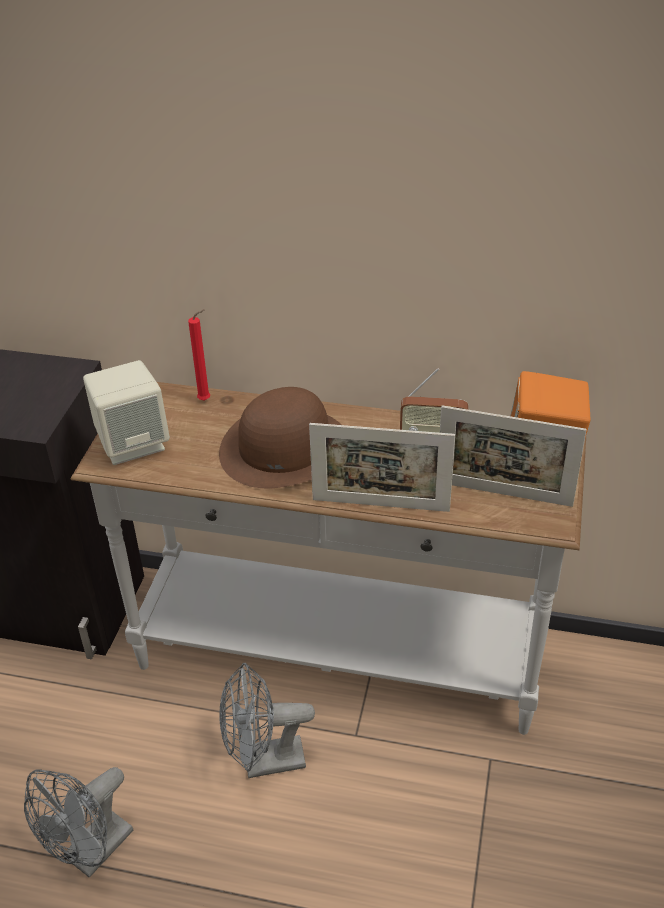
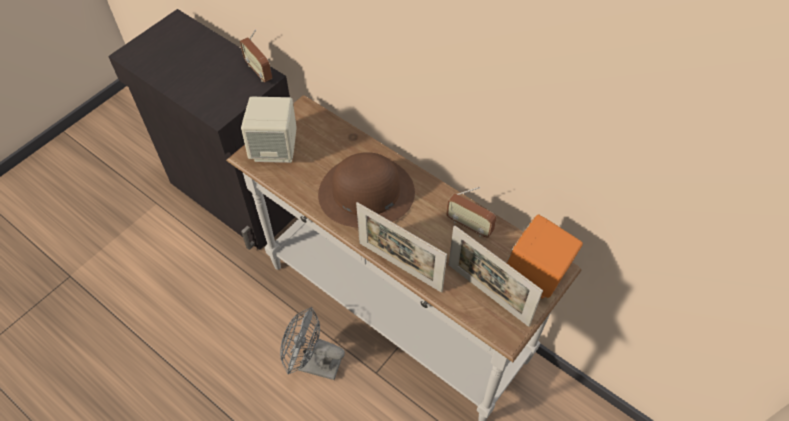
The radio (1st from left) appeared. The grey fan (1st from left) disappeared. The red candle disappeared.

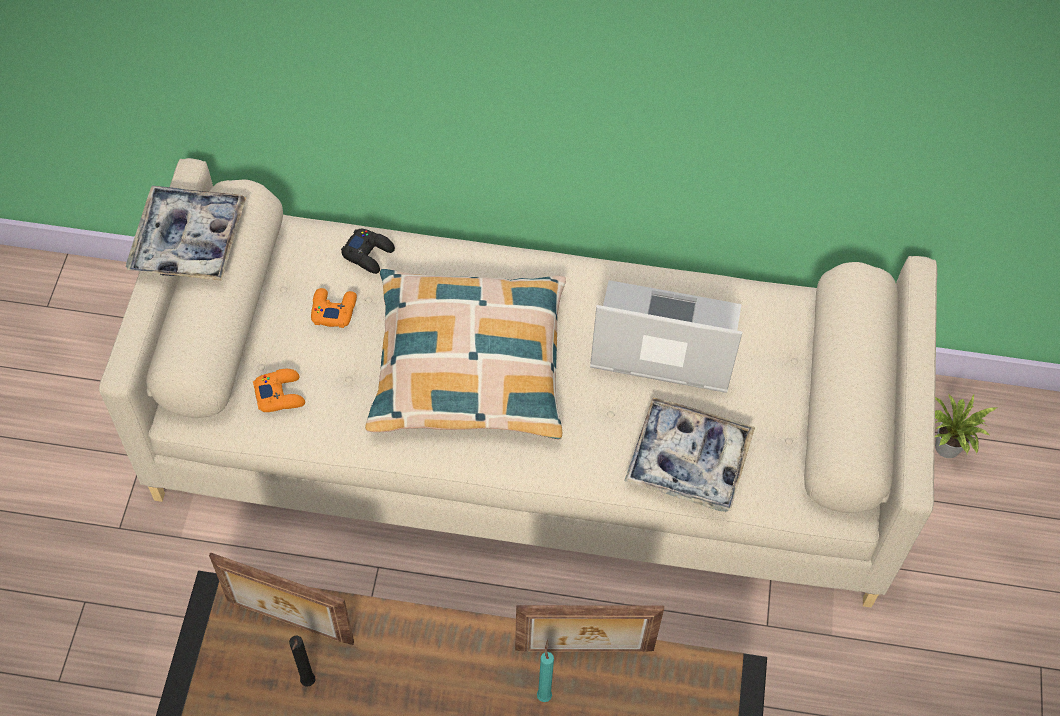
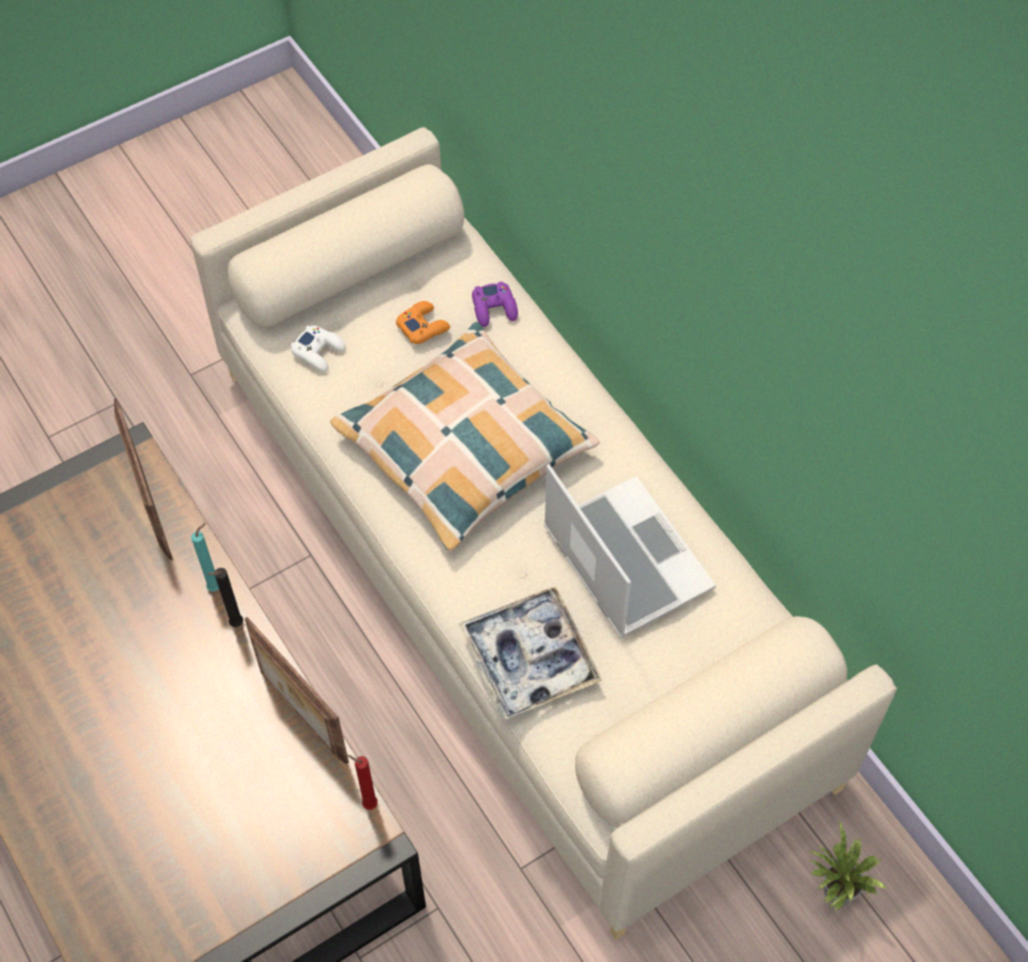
The turquoise candle moved. The black candle moved. The orange game controller (1st from left) became the white game controller. The red candle appeared. The black game controller became the purple game controller. The tray (1st from left) disappeared.

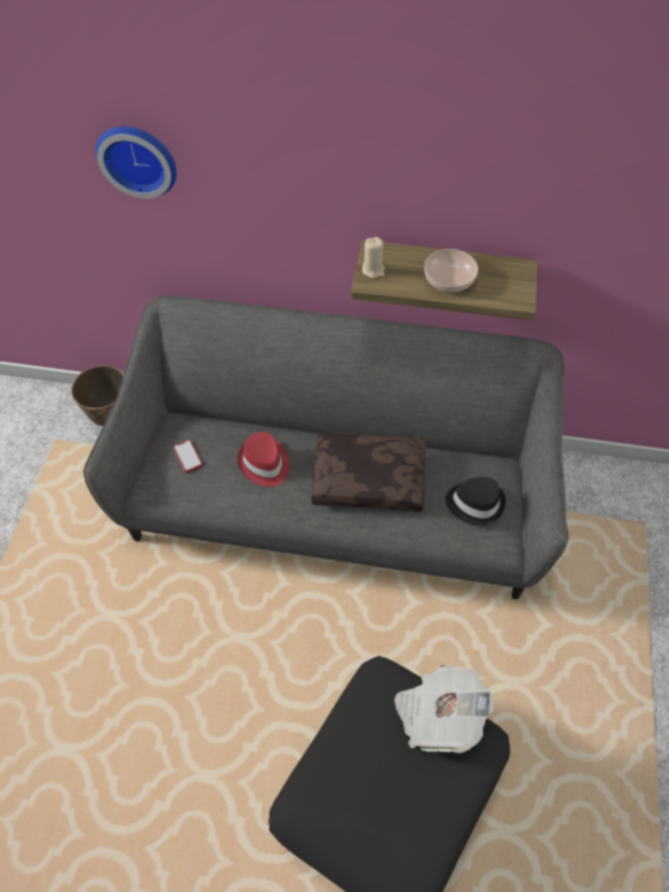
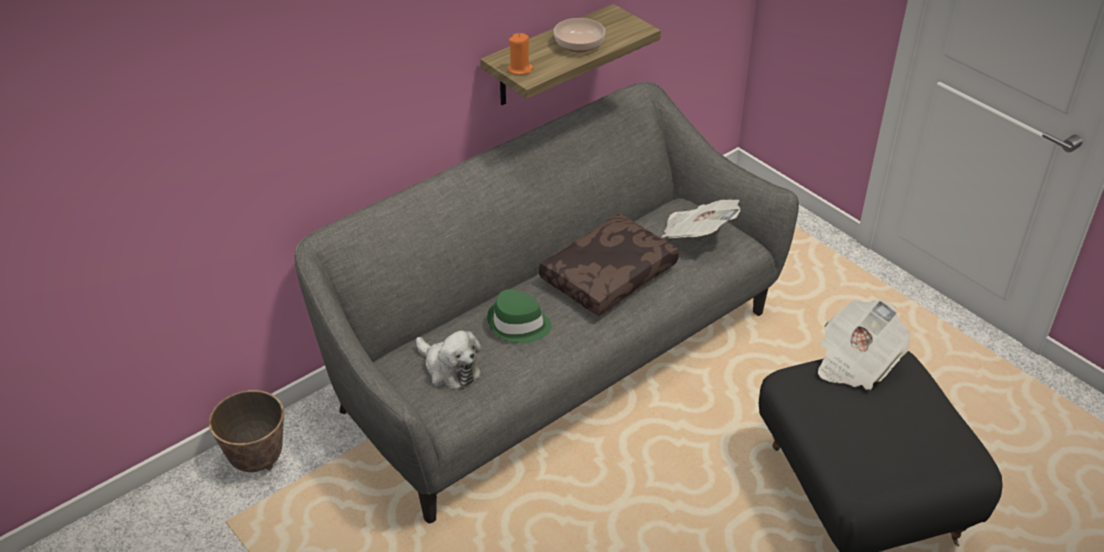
The phone was replaced by the plush toy. The red hat became the green hat. The beige candle became the orange candle. The black hat was replaced by the newspaper (1st from left). The wall clock disappeared.

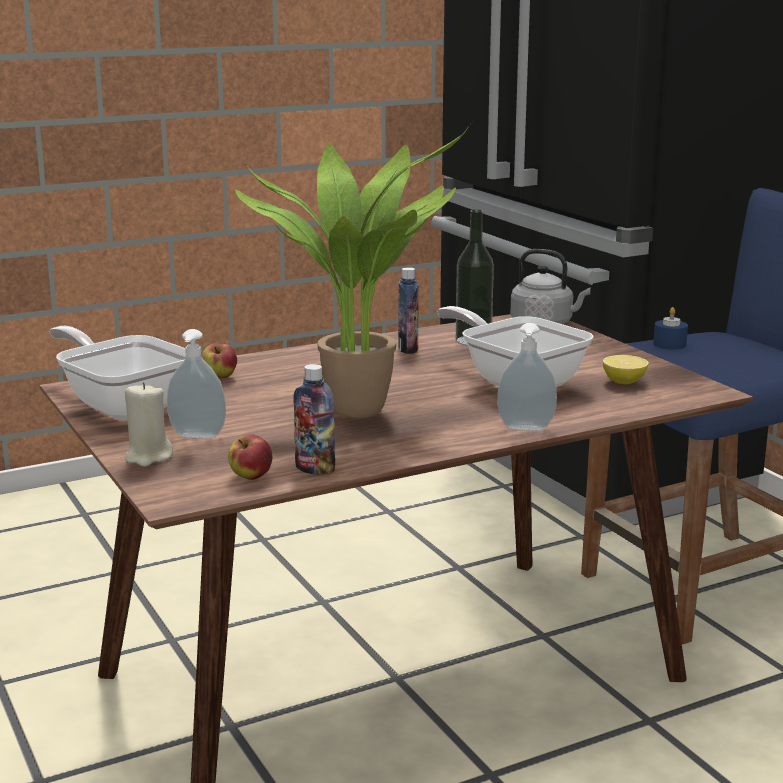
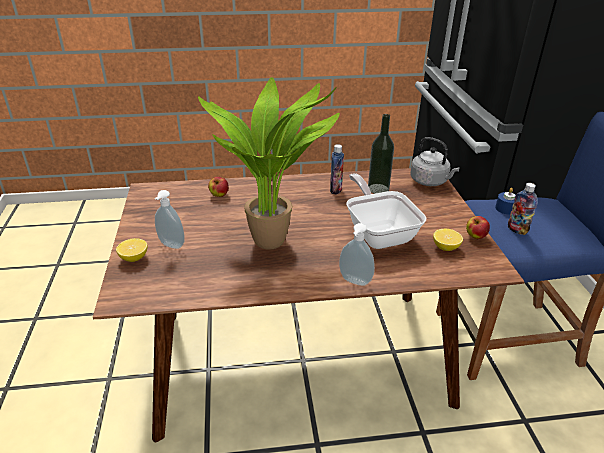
The beige candle was replaced by the lemon (1st from left). The apple (2nd from left) moved. The bottle (1st from left in the first image) moved. The frying pan (1st from left) disappeared.

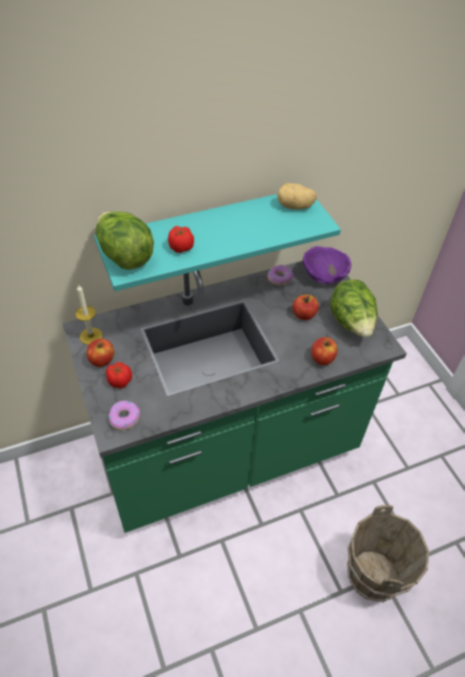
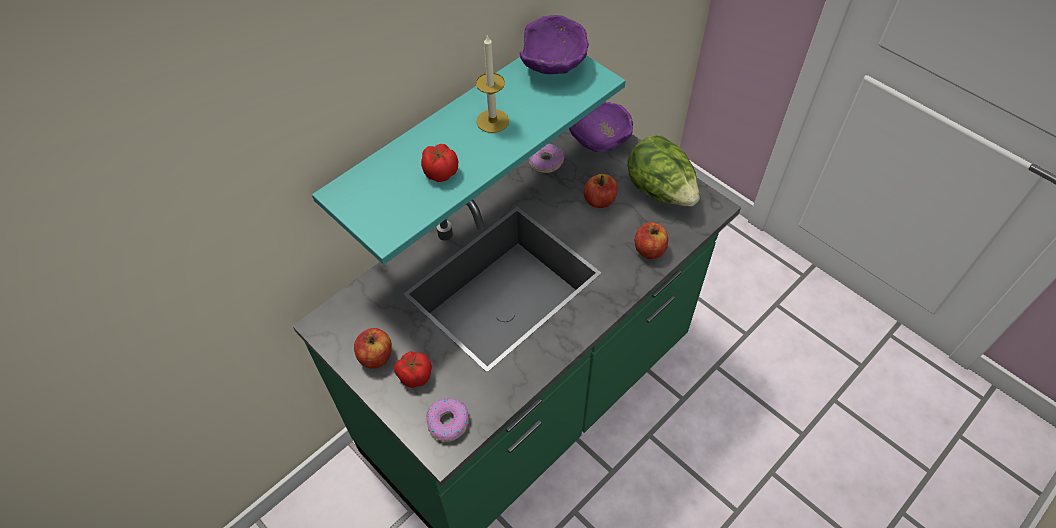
The candle moved. The potato was replaced by the purple bowl (1st from left). The lettuce (1st from left) disappeared. The brown bucket disappeared.

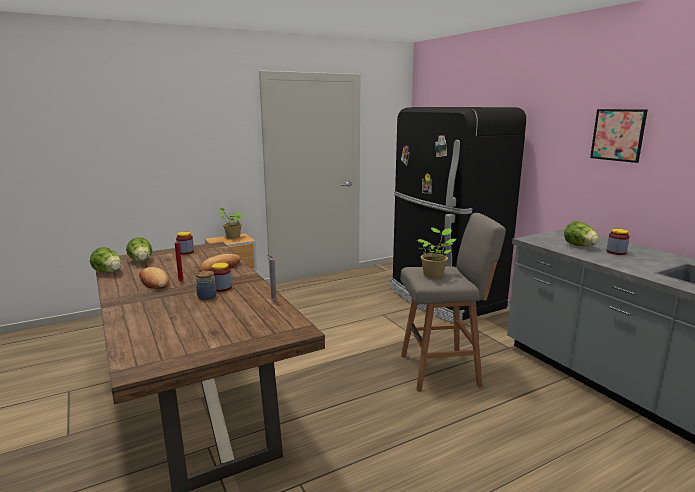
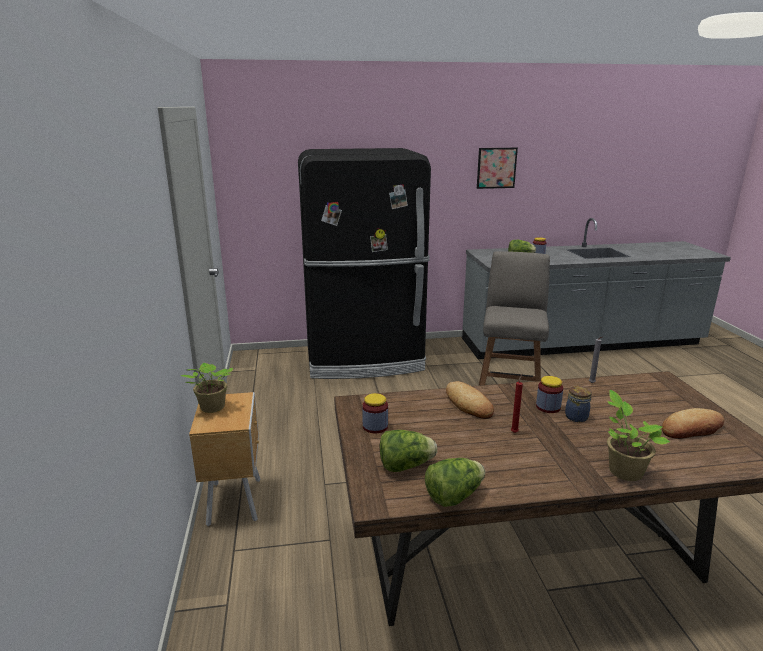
The potted plant (2nd from left) moved. The bread (1st from left in the first image) moved.

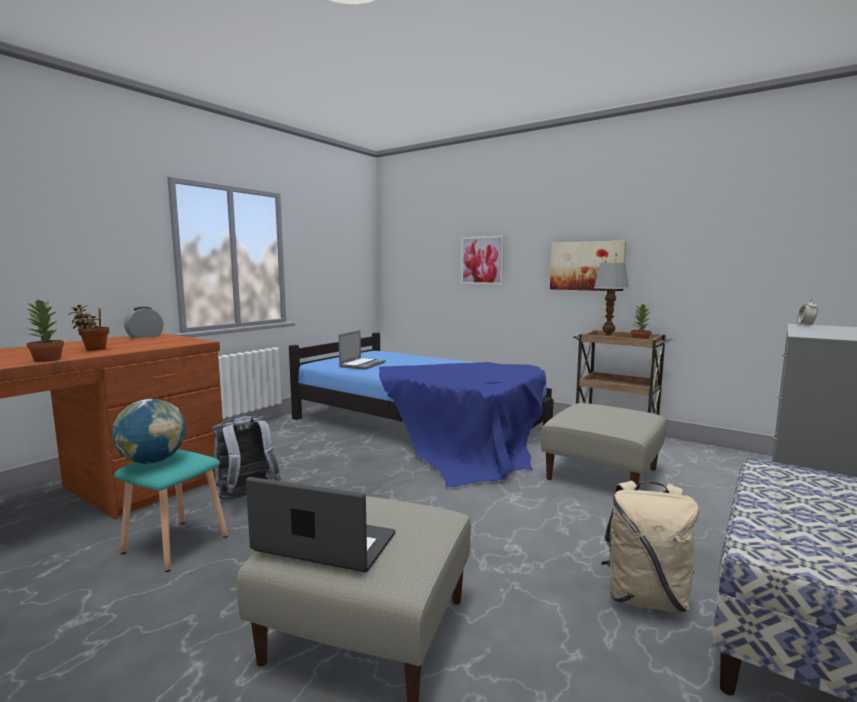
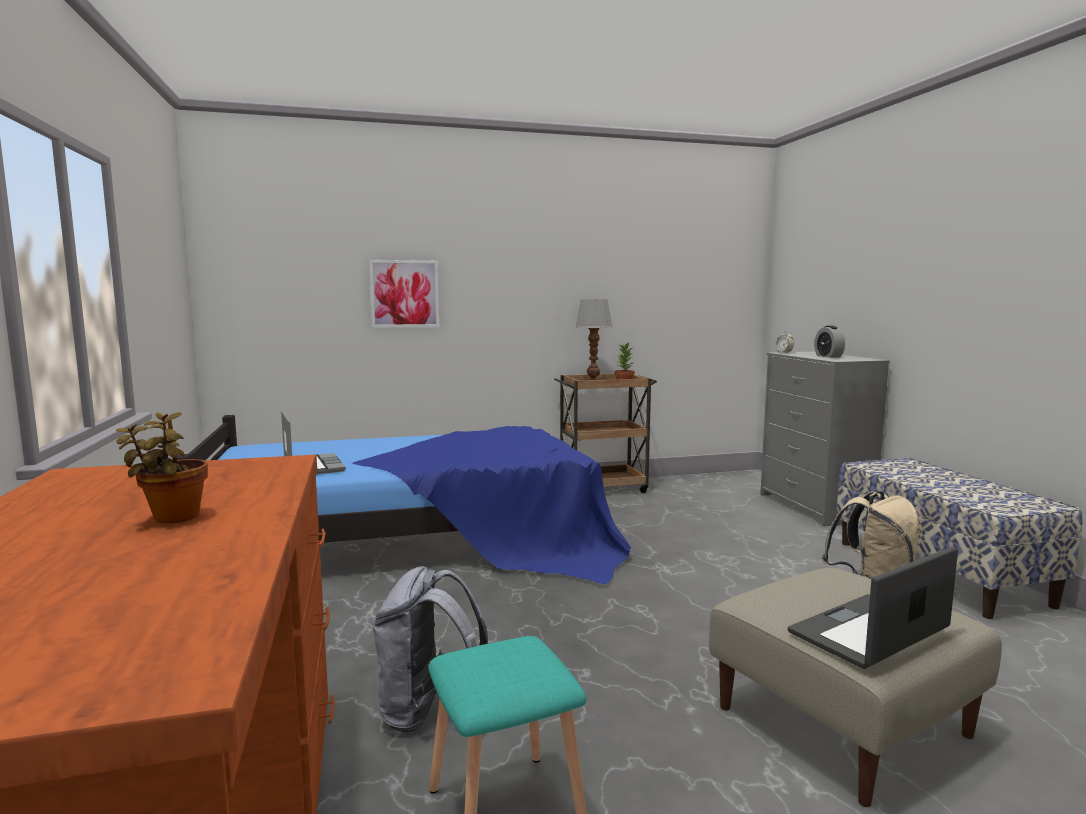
The alarm clock (1st from left in the first image) moved. The potted plant (1st from left) disappeared. The globe disappeared. The beige ottoman (2nd from left) disappeared. The picture (2nd from left) disappeared.

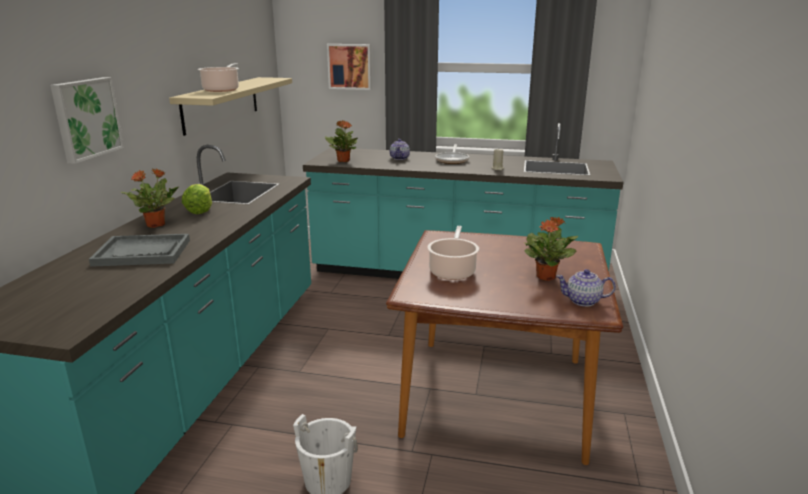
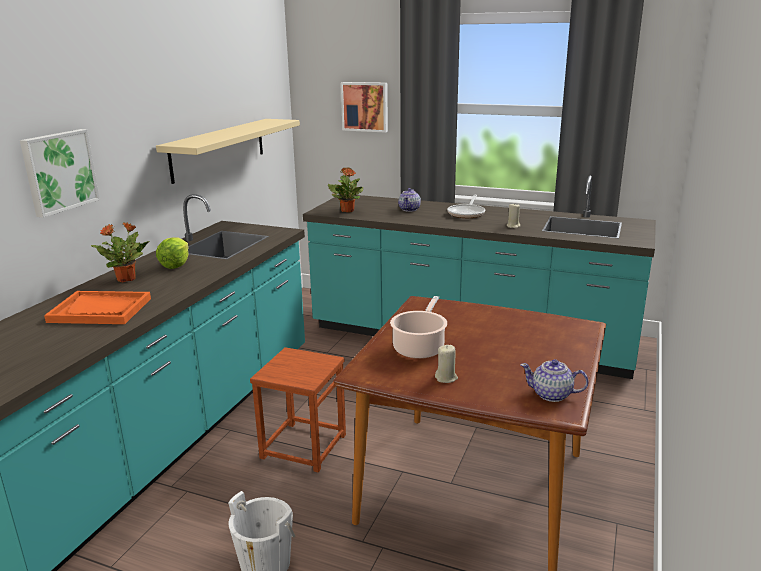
The grey tray became the orange tray. The brown stool appeared. The beige candle (1st from left) appeared. The cooking pot (1st from left) disappeared. The potted plant (3rd from left) disappeared.

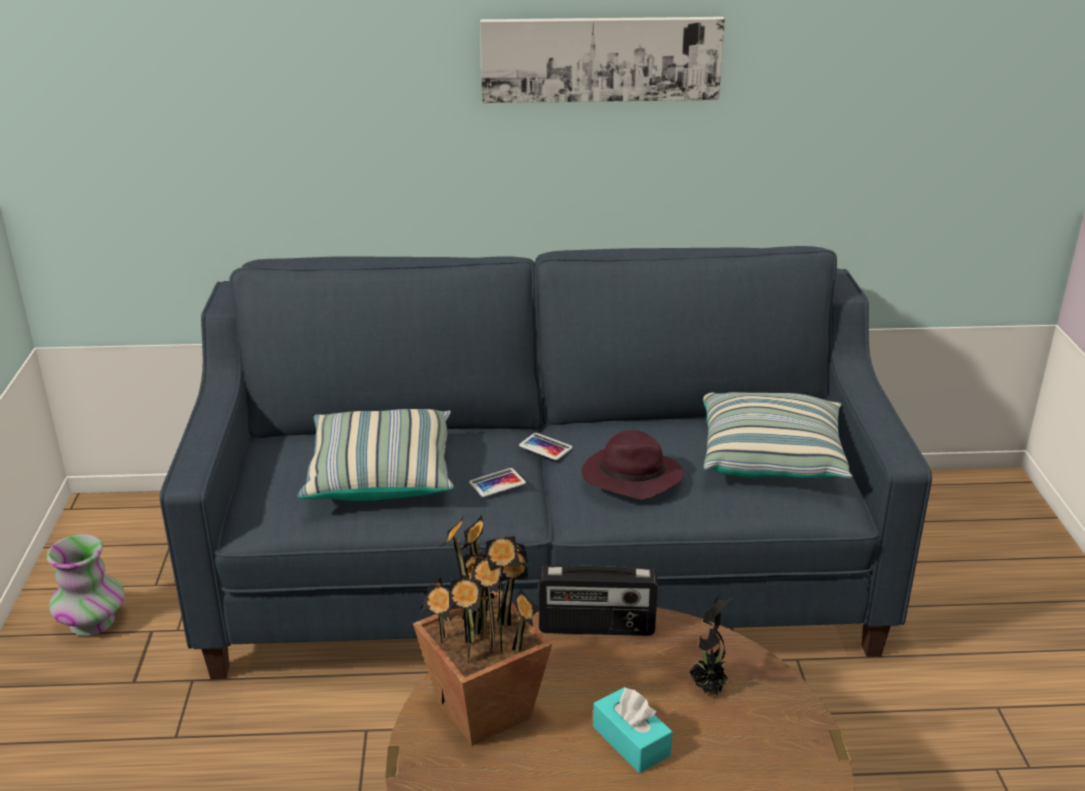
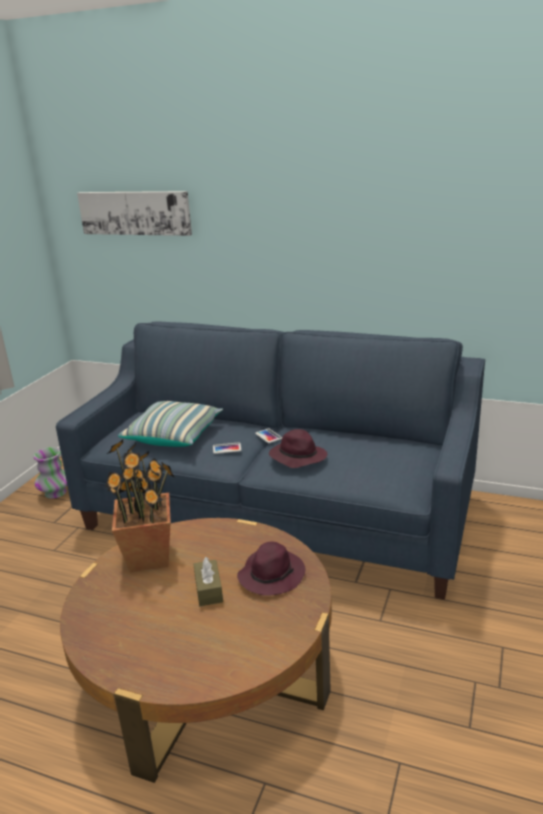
The picture moved. The turquoise tissue box became the brown tissue box. The potted plant (2nd from left) was replaced by the purple hat (1st from left). The radio disappeared. The pillow (2nd from left) disappeared.

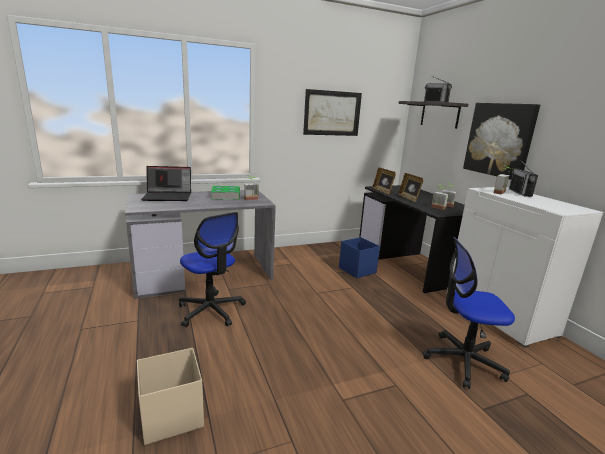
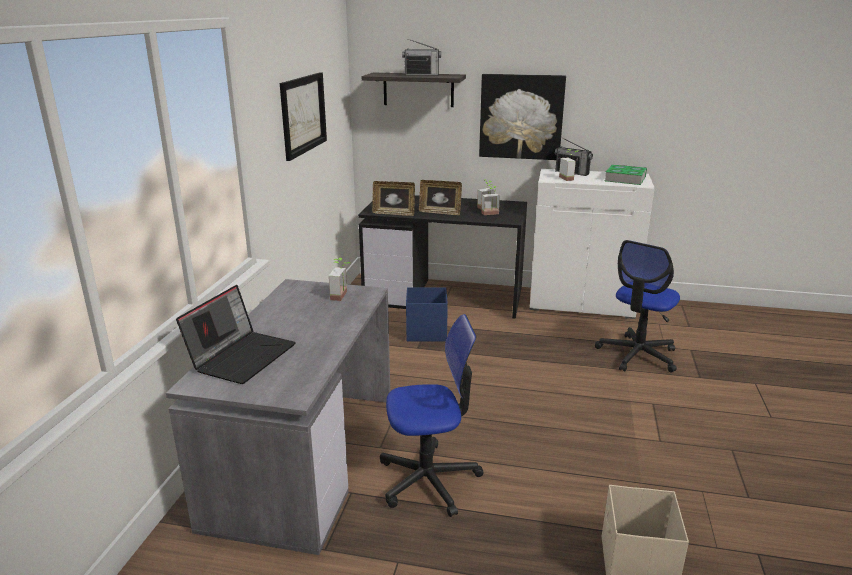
The book moved.

